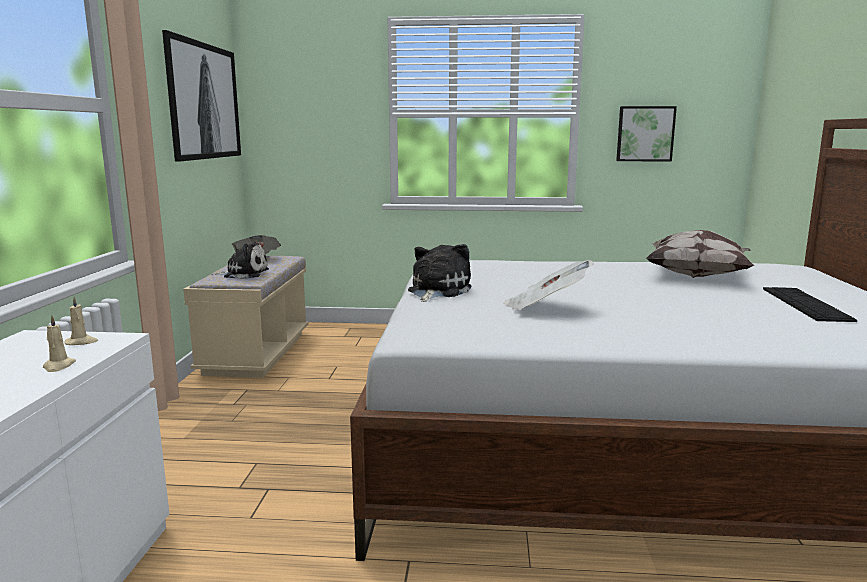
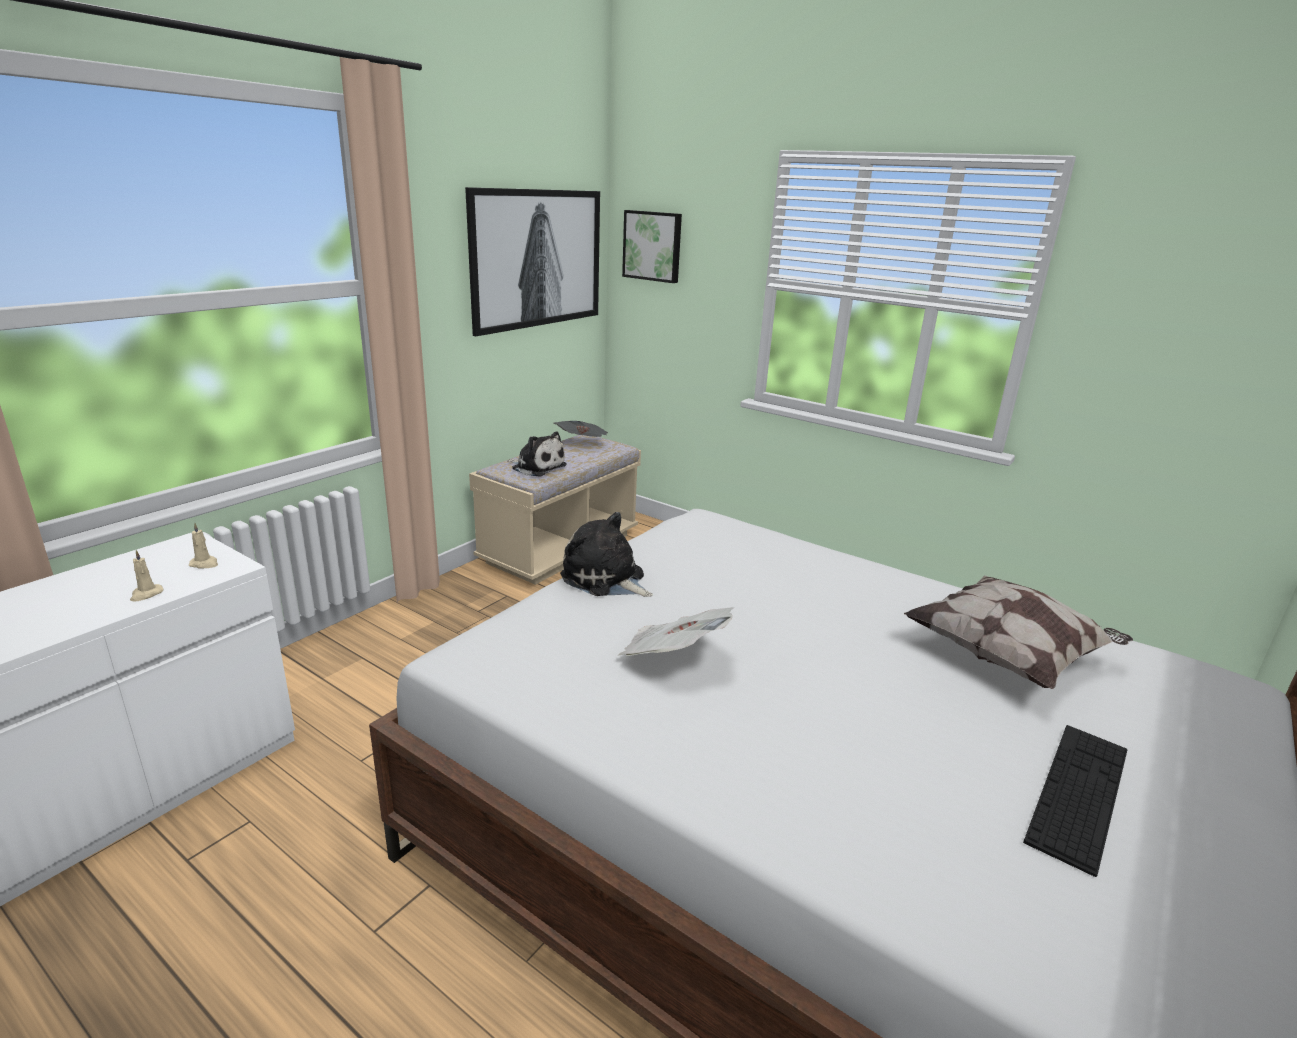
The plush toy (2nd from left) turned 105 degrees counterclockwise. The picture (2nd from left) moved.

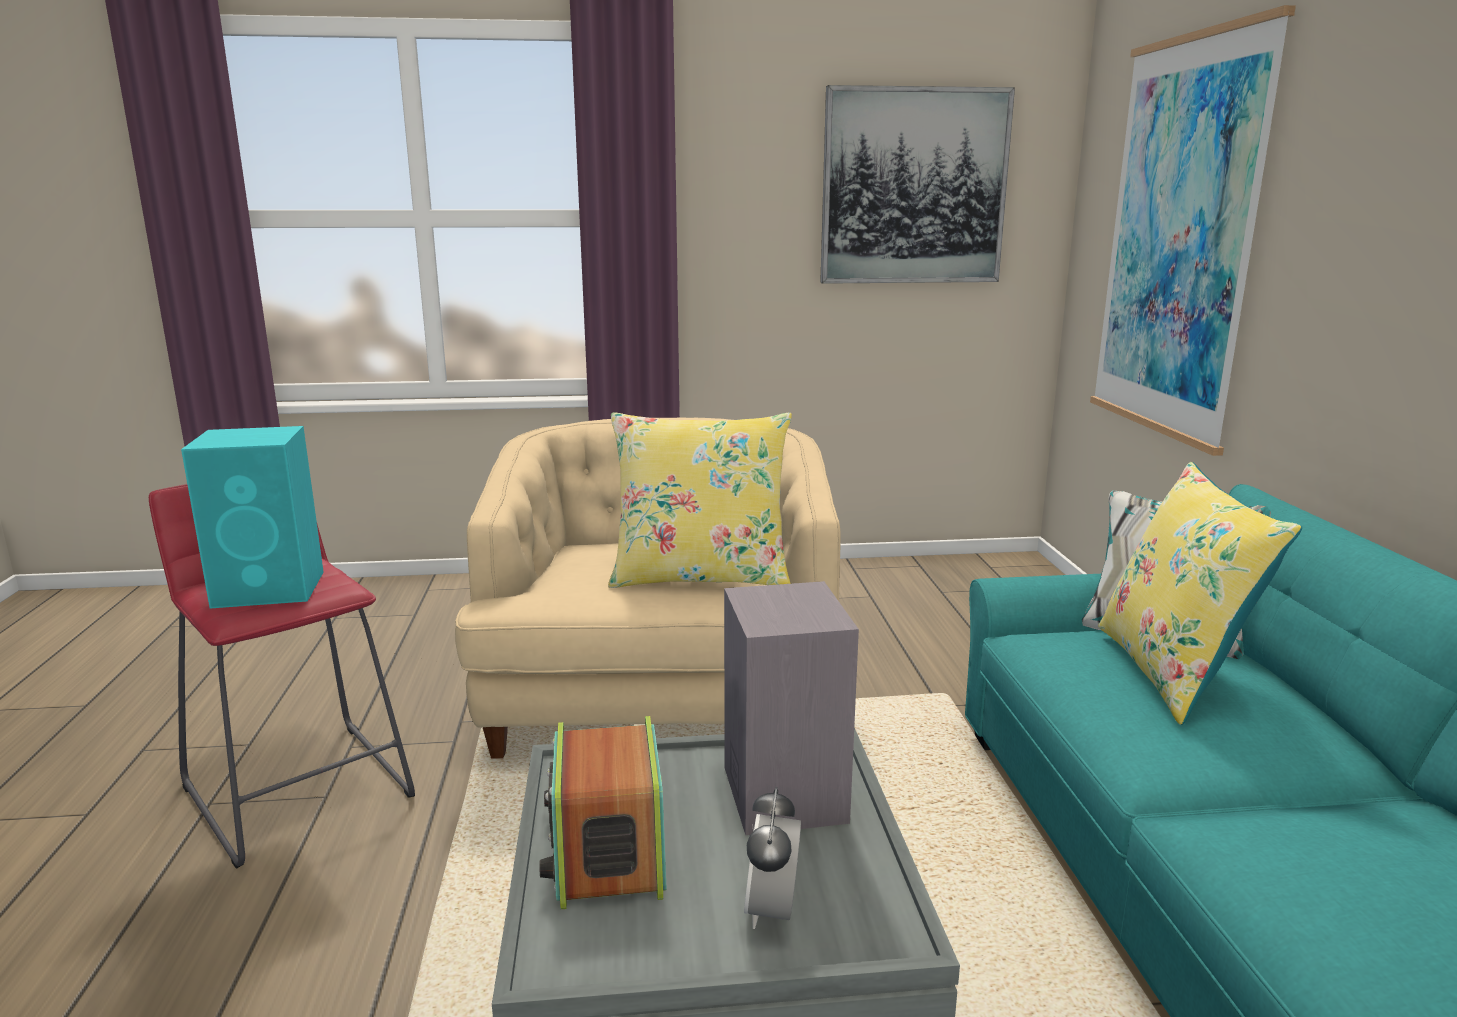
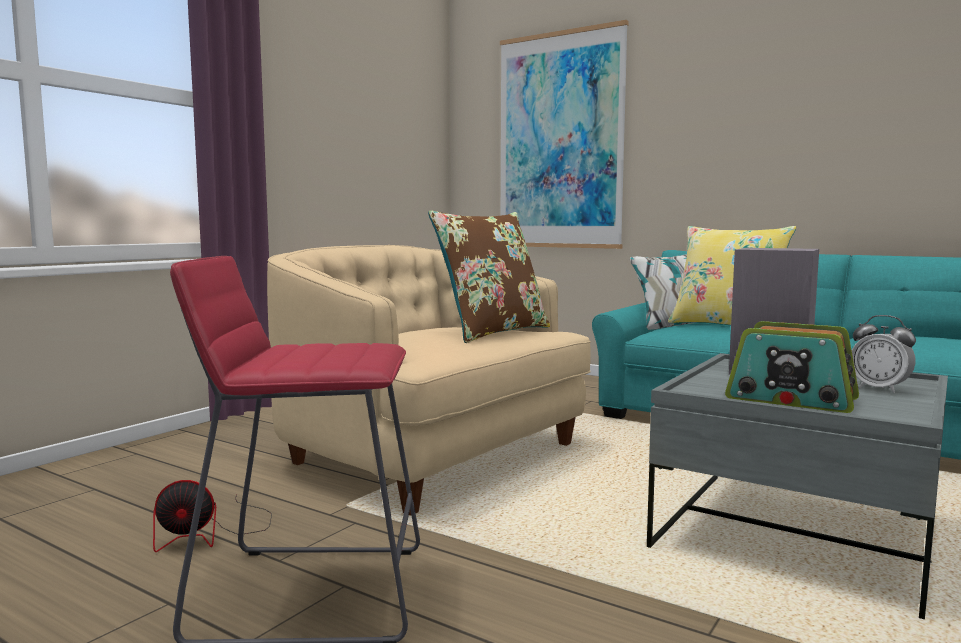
The fan appeared. The yellow pillow (1st from left) became the brown pillow. The turquoise speaker disappeared. The picture (1st from left) disappeared.

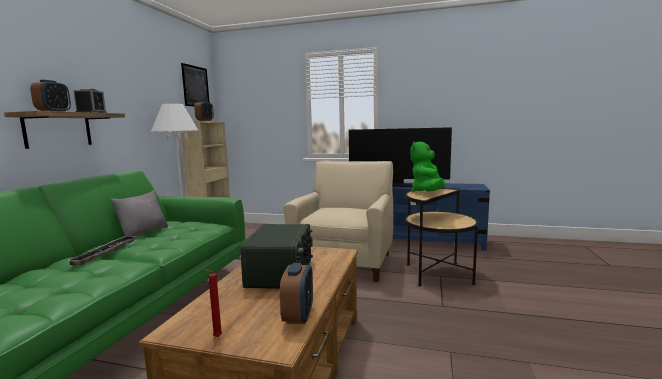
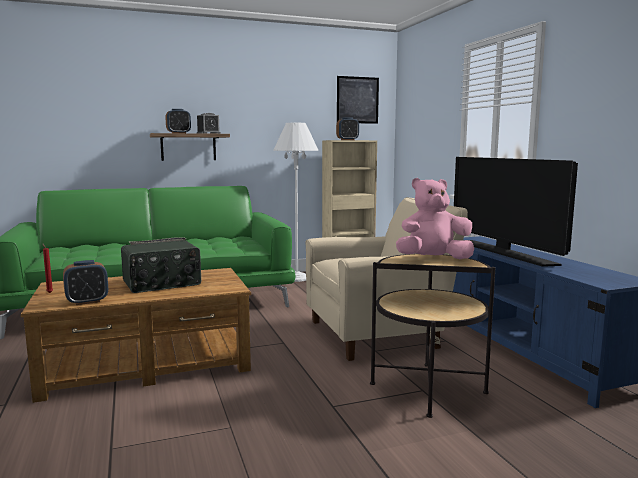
The green plush toy became the pink plush toy. The grey pillow disappeared.

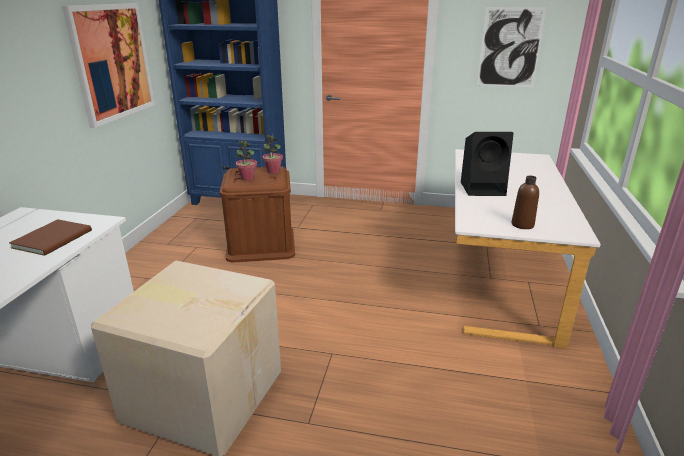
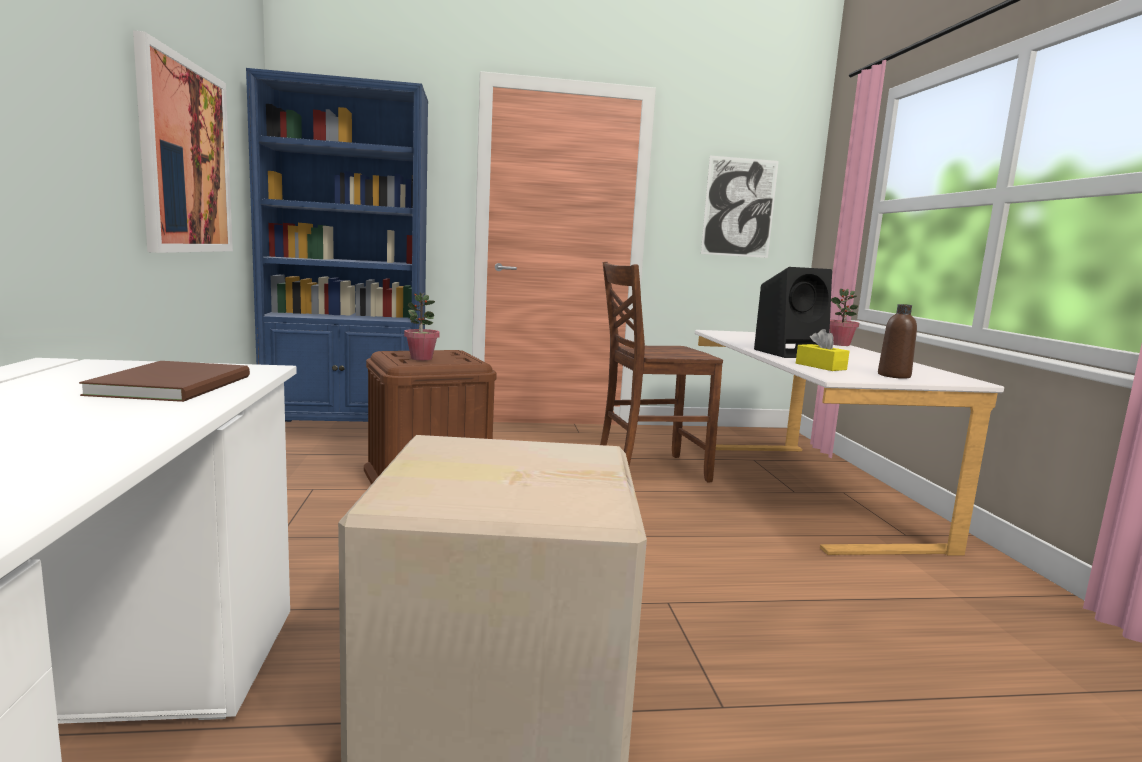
The brown chair appeared. The yellow tissue box appeared. The potted plant (2nd from left) moved.

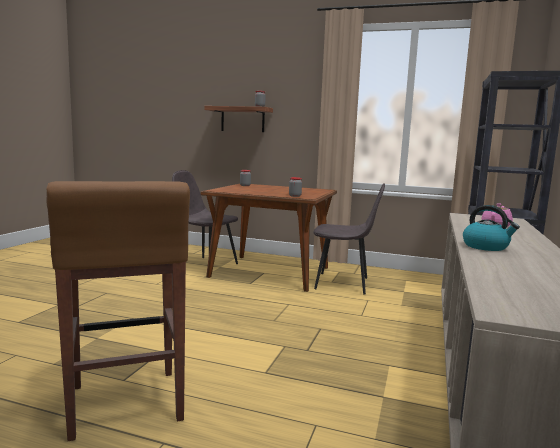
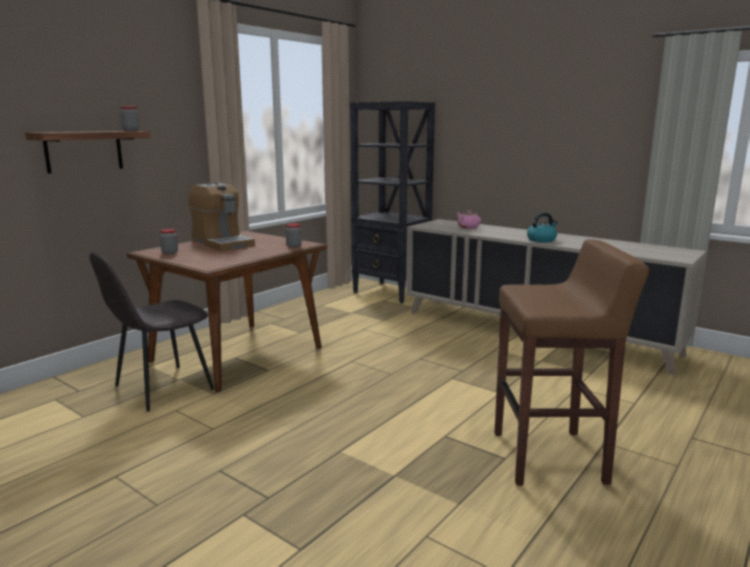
The coffee machine appeared. The grey chair (2nd from left) disappeared.

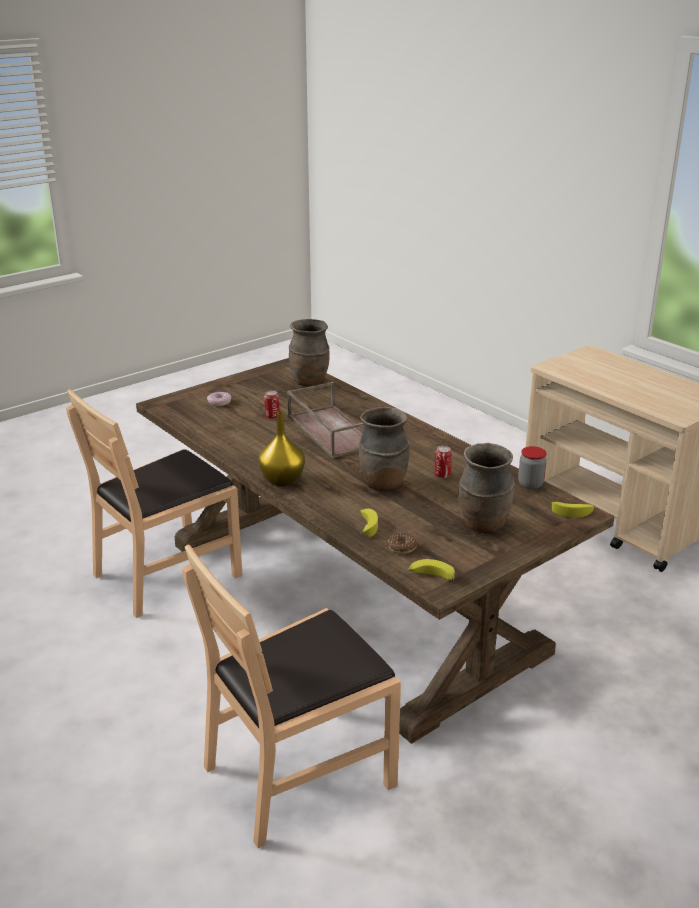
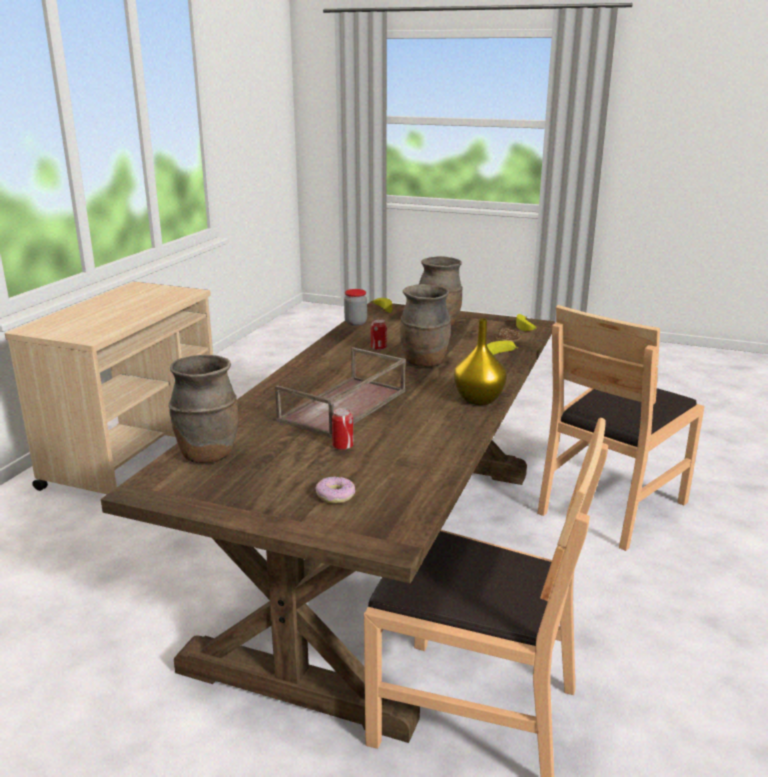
The brown chair (2nd from left) turned 105 degrees clockwise.

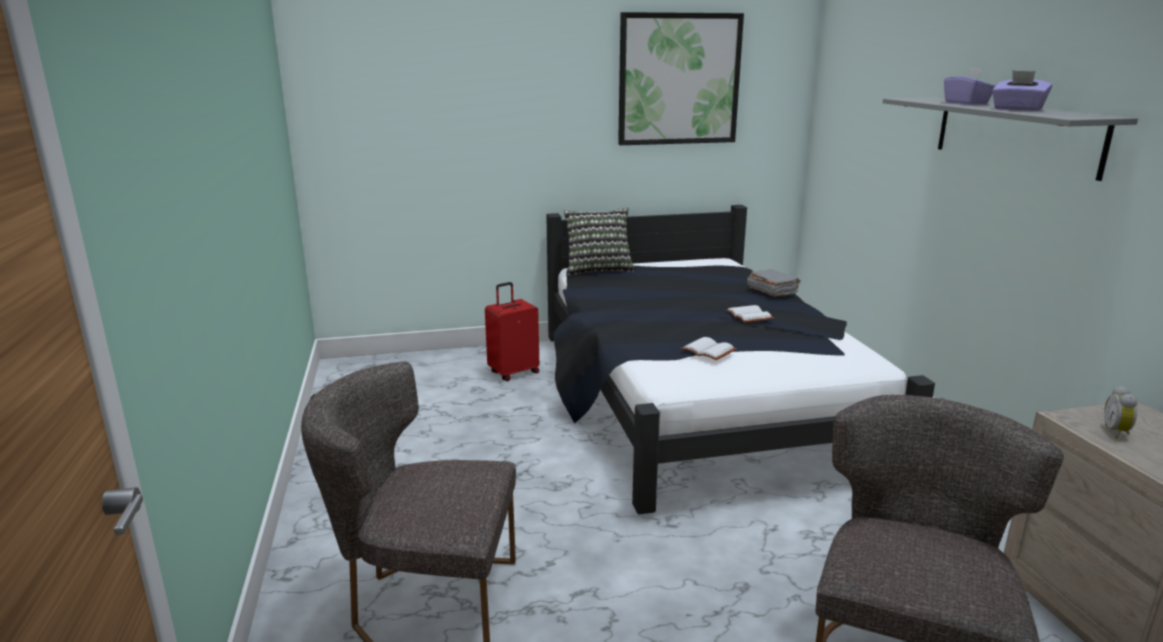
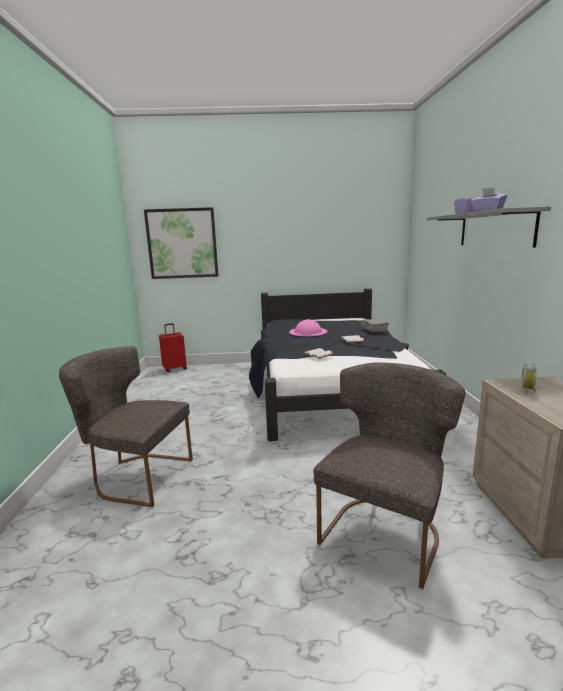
The picture moved. The red suitcase moved. The pink hat appeared. The pillow disappeared.

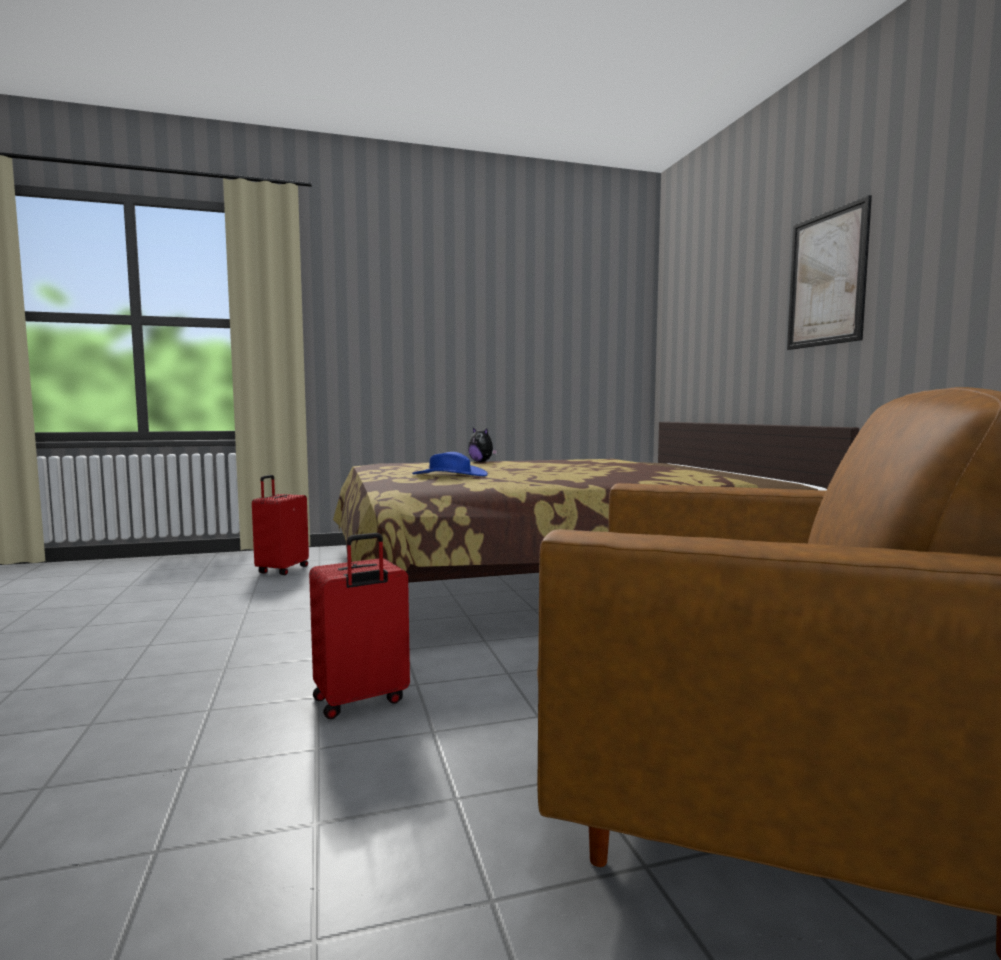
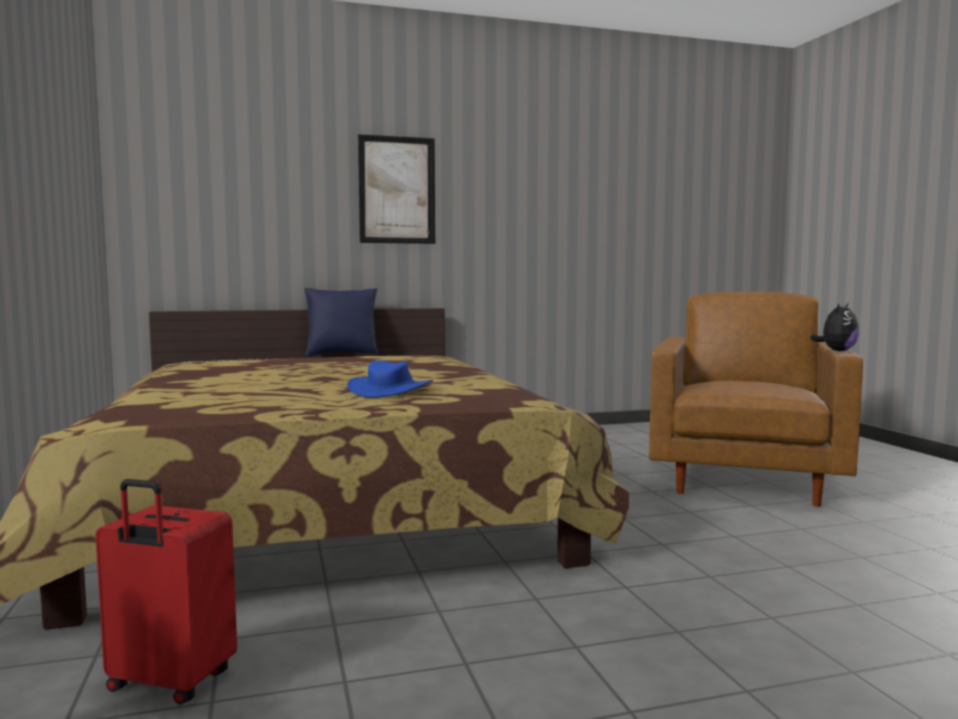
The blue pillow appeared. The plush toy moved. The red suitcase (2nd from left) disappeared.

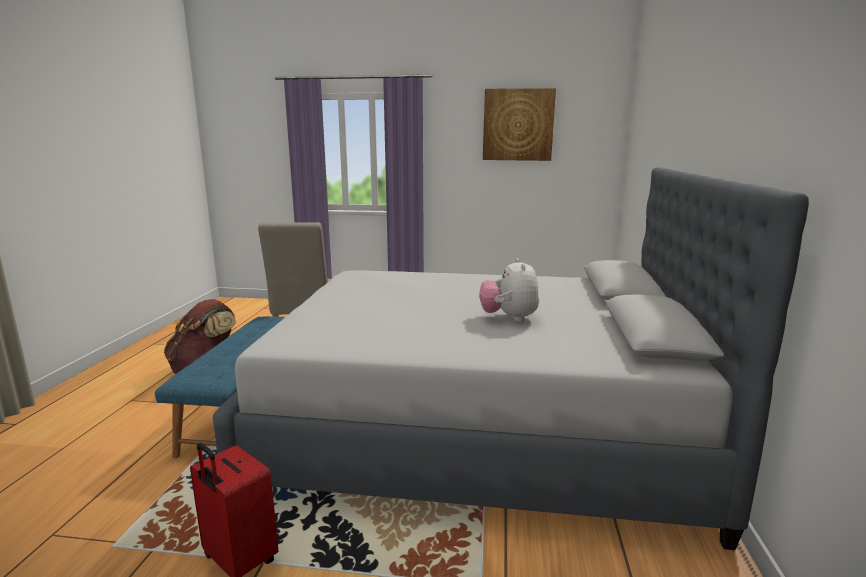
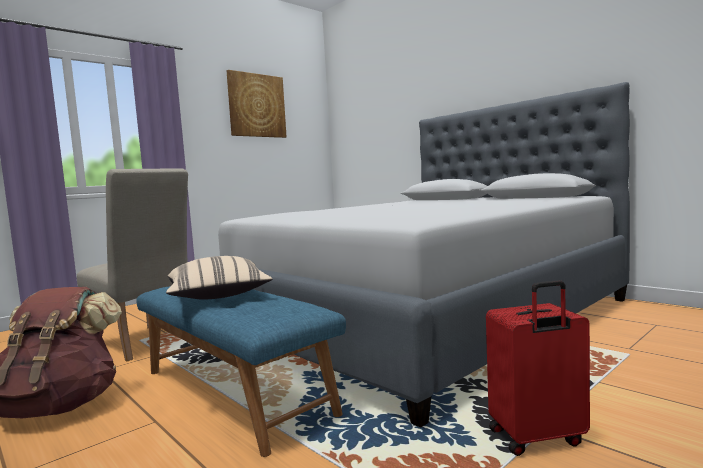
The beige pillow appeared. The plush toy disappeared.

